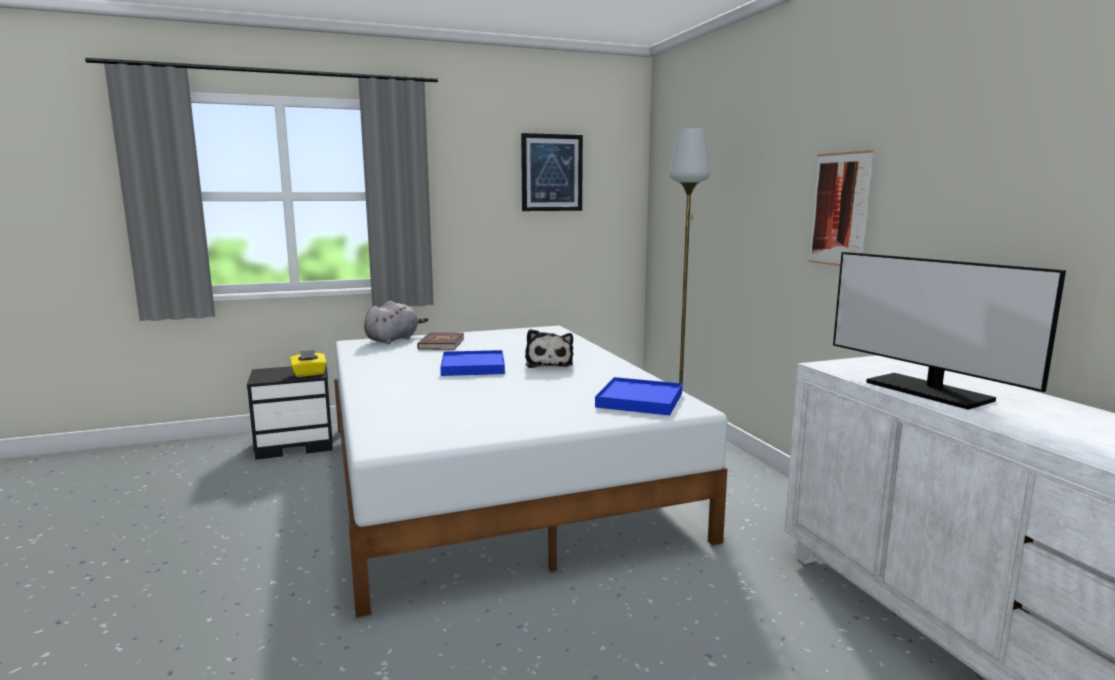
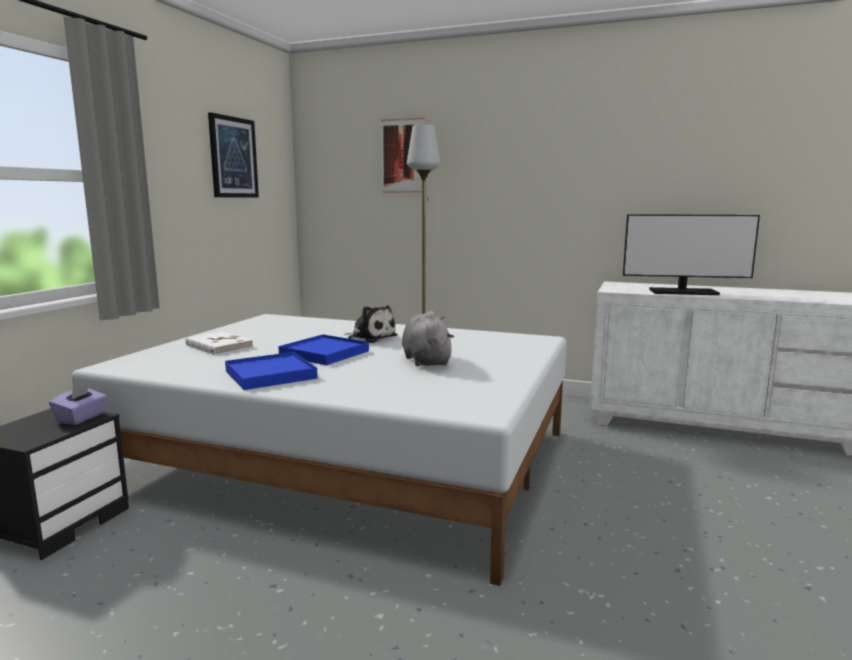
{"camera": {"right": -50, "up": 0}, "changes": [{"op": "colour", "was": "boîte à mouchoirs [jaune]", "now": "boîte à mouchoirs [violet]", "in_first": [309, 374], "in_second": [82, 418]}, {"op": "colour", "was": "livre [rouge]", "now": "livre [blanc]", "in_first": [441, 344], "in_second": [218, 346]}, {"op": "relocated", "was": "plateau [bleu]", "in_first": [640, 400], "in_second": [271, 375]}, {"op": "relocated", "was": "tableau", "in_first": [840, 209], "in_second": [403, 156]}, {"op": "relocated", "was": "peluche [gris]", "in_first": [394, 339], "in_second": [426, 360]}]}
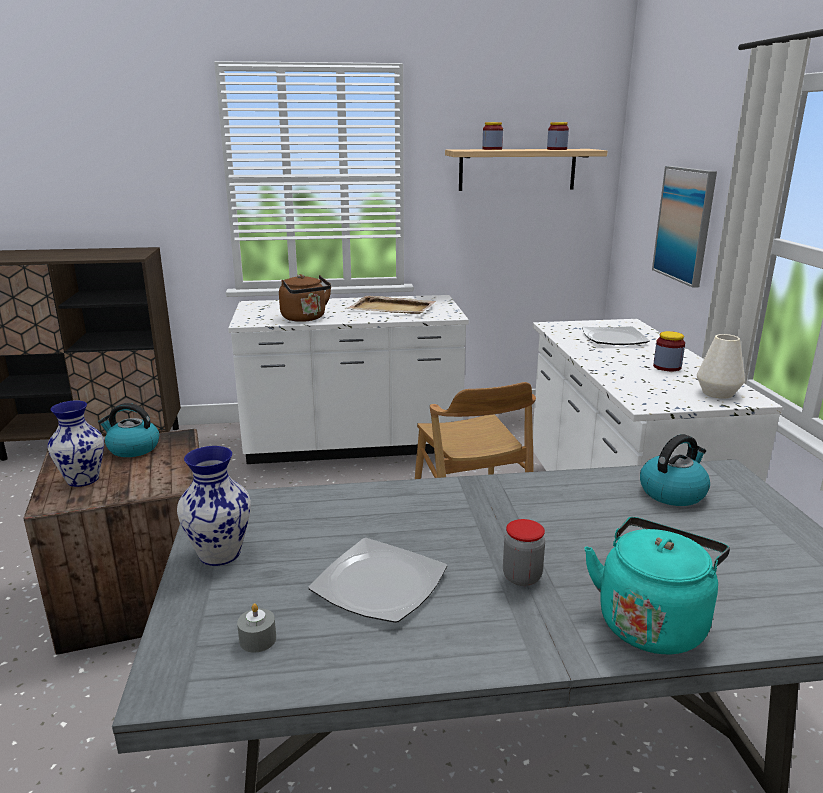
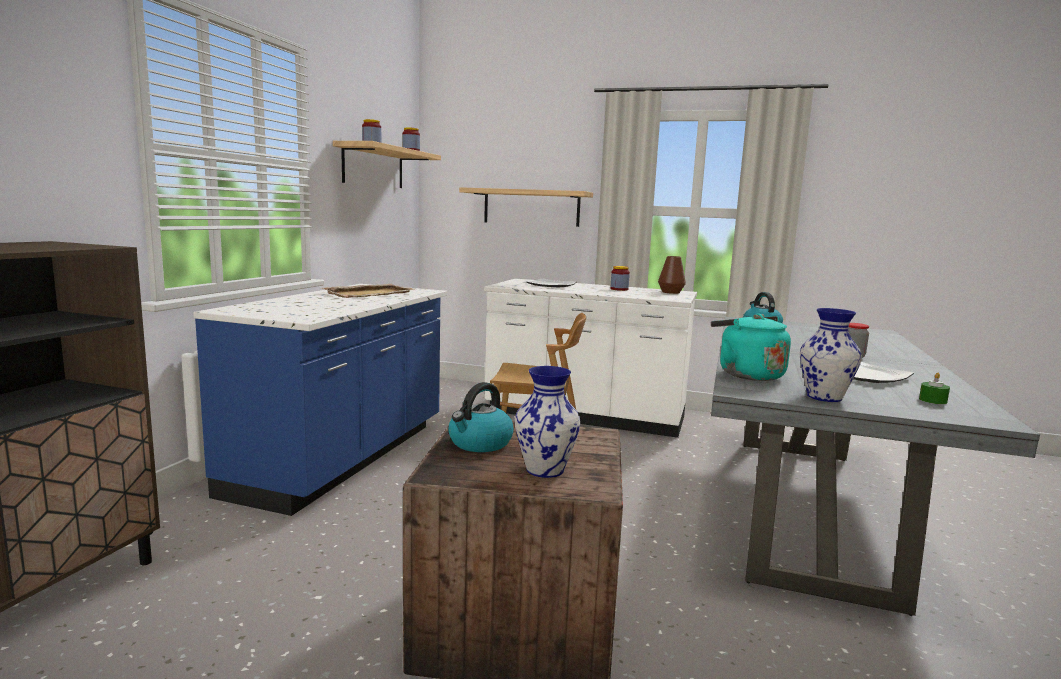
{"camera": {"right": -65, "up": -10}, "changes": [{"op": "colour", "was": "comptoir de cuisine [blanc]", "now": "comptoir de cuisine [bleu]", "in_first": [353, 446], "in_second": [343, 458]}, {"op": "exchanged", "was": "tableau", "now": "étagère", "in_first": [684, 224], "in_second": [531, 207]}, {"op": "colour", "was": "vase [blanc]", "now": "vase [marron]", "in_first": [717, 393], "in_second": [671, 292]}, {"op": "relocated", "was": "bouilloire [turquoise]", "in_first": [652, 622], "in_second": [747, 374]}, {"op": "colour", "was": "bougie [gris]", "now": "bougie [vert]", "in_first": [257, 639], "in_second": [933, 400]}, {"op": "missing", "was": "bouilloire [marron]", "in_first": [305, 318]}]}
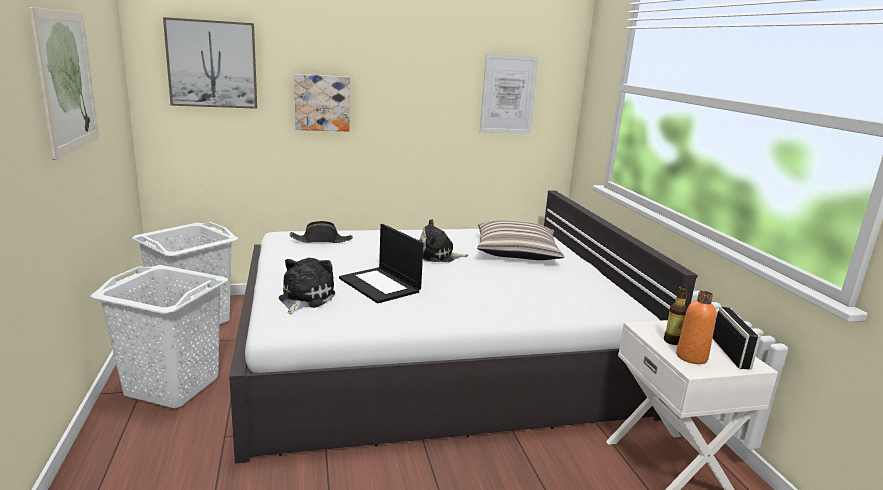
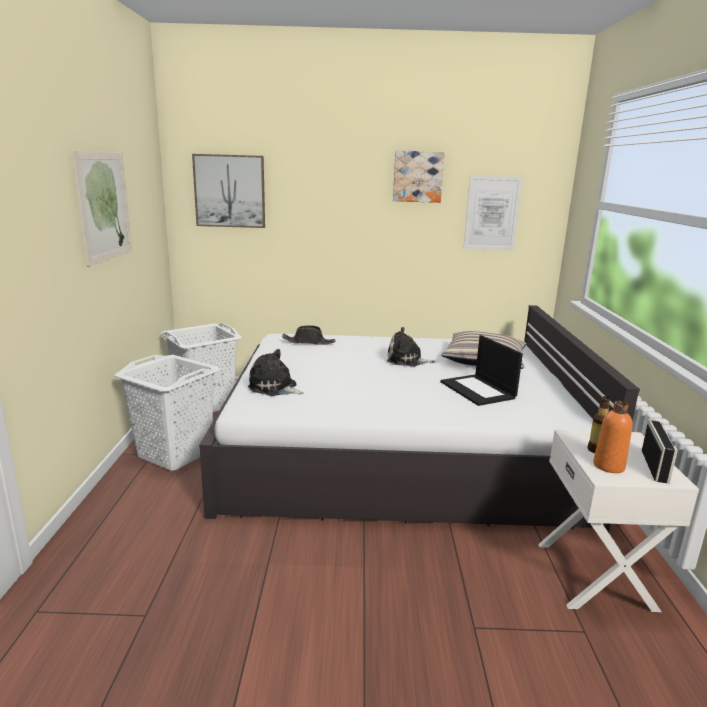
{"camera": {"right": 15, "up": 0}, "changes": [{"op": "spun", "was": "peluche", "in_first": [304, 298], "in_second": [274, 388], "clockwise": -90}, {"op": "relocated", "was": "tableau", "in_first": [322, 103], "in_second": [417, 176]}, {"op": "relocated", "was": "ordinateur portable", "in_first": [380, 285], "in_second": [478, 390]}]}
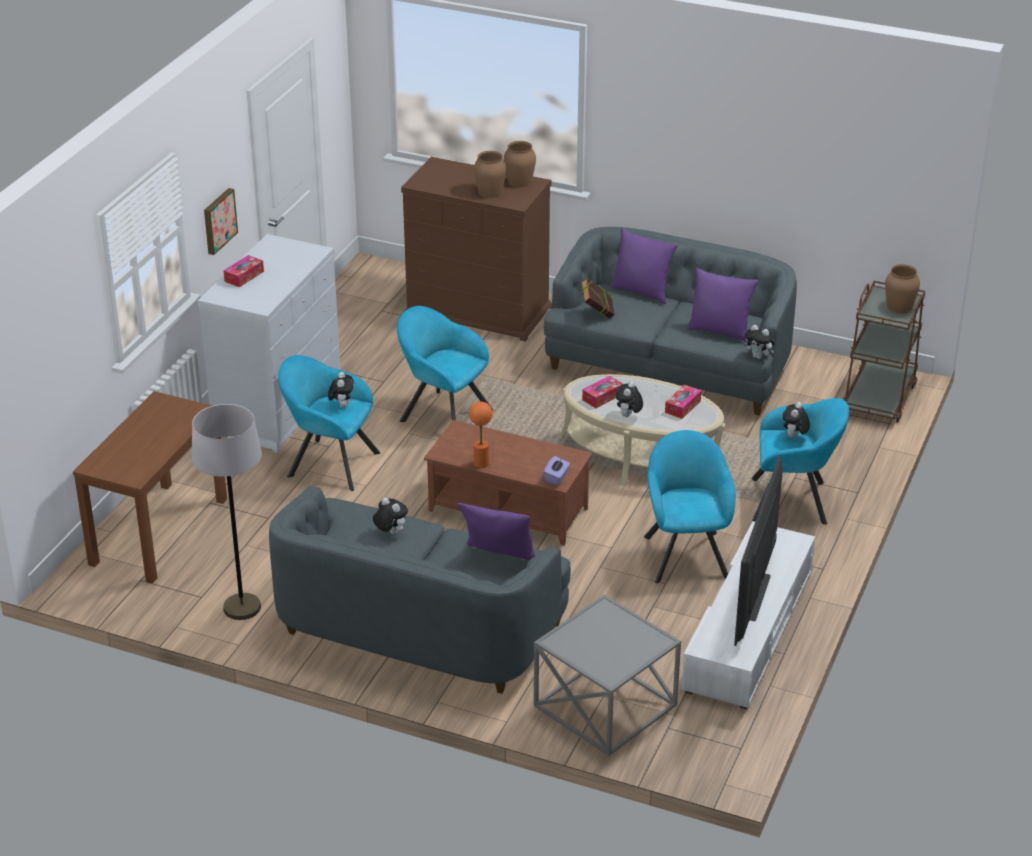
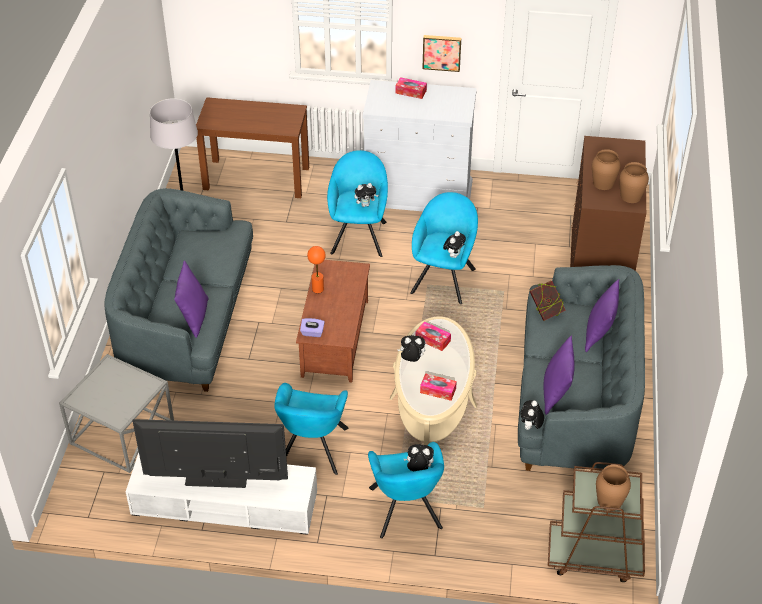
{"camera": {"right": 75, "up": 10}, "changes": [{"op": "spun", "was": "fauteuil [turquoise]", "in_first": [685, 553], "in_second": [312, 450], "clockwise": 120}, {"op": "relocated", "was": "peluche", "in_first": [390, 532], "in_second": [453, 255]}]}
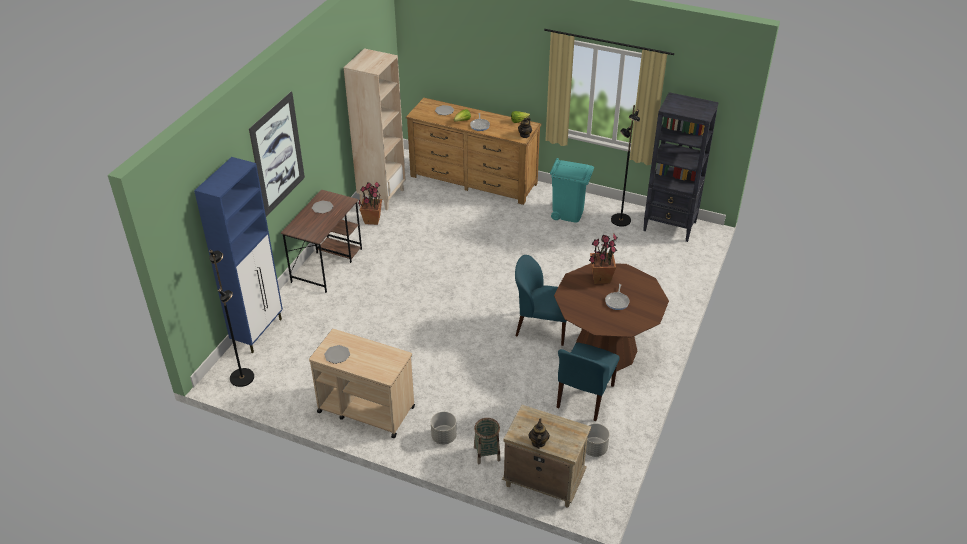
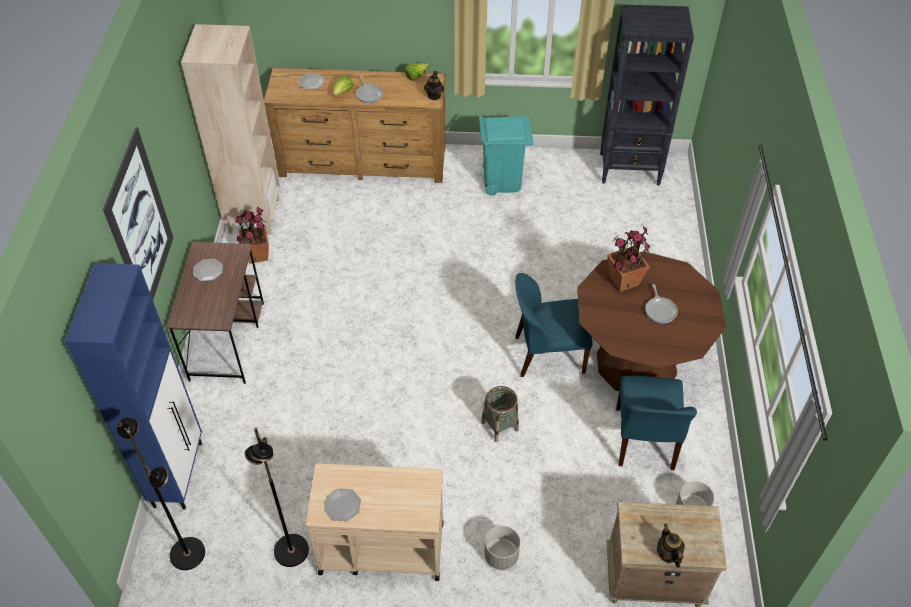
{"camera": {"right": -20, "up": 10}, "changes": [{"op": "relocated", "was": "lampadaire [noir]", "in_first": [620, 220], "in_second": [290, 551]}, {"op": "relocated", "was": "panier", "in_first": [487, 453], "in_second": [499, 426]}]}
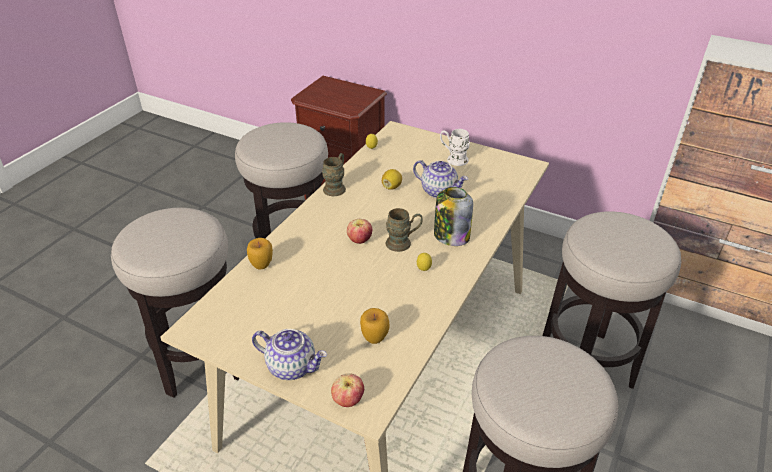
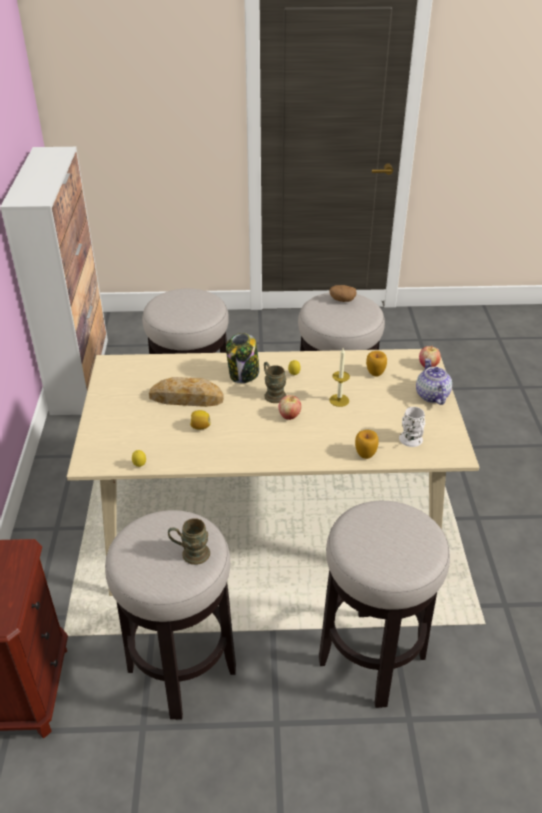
{"camera": {"right": -120, "up": 0}, "changes": [{"op": "exchanged", "was": "théière", "now": "pain", "in_first": [439, 191], "in_second": [186, 398]}, {"op": "relocated", "was": "mug [marron]", "in_first": [336, 187], "in_second": [190, 554]}, {"op": "appeared", "now": "pomme de terre", "in_second": [342, 300]}, {"op": "appeared", "now": "bougie", "in_second": [339, 400]}, {"op": "relocated", "was": "mug [blanc]", "in_first": [453, 159], "in_second": [412, 442]}]}
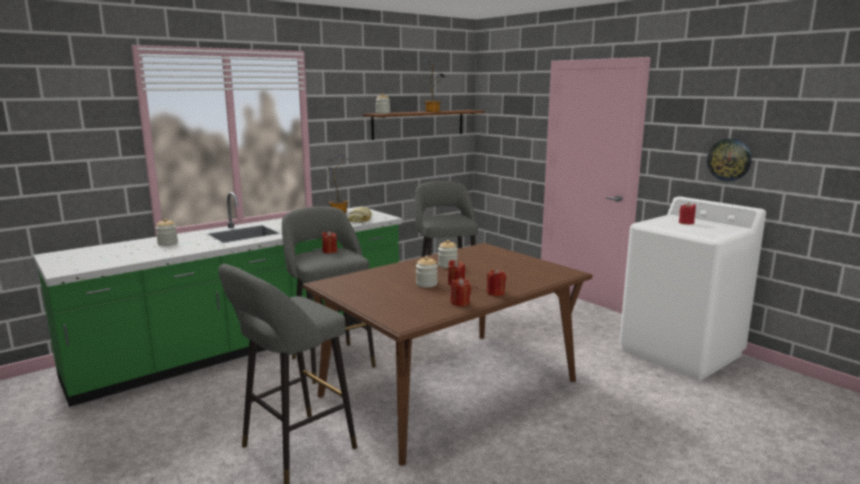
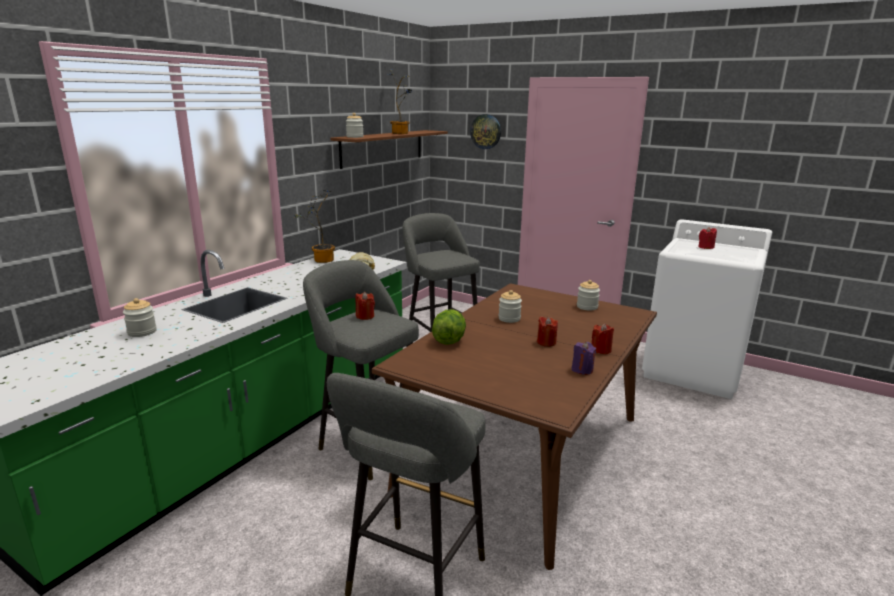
{"camera": {"right": -20, "up": 5}, "changes": [{"op": "appeared", "now": "laitue", "in_second": [449, 340]}, {"op": "relocated", "was": "horloge murale", "in_first": [729, 159], "in_second": [486, 131]}, {"op": "colour", "was": "bougie [rouge]", "now": "bougie [violet]", "in_first": [460, 303], "in_second": [582, 370]}, {"op": "relocated", "was": "bocal", "in_first": [426, 284], "in_second": [587, 307]}]}
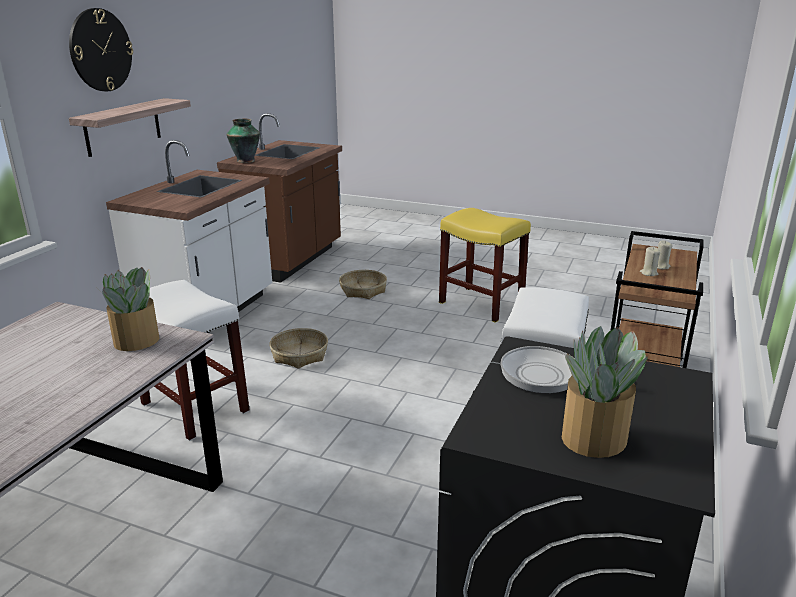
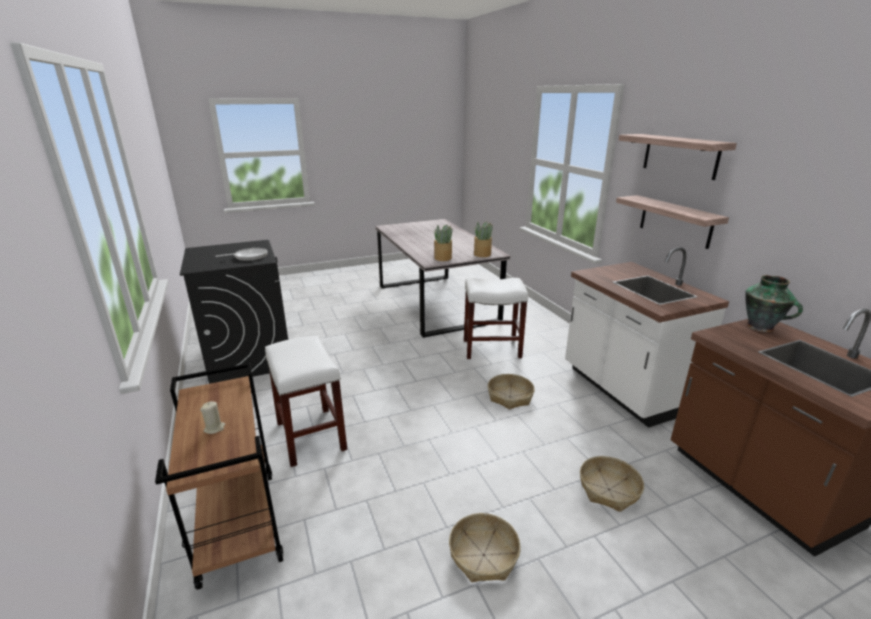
{"camera": {"right": 135, "up": 0}, "changes": [{"op": "exchanged", "was": "tabouret [jaune]", "now": "panier", "in_first": [482, 304], "in_second": [483, 555]}, {"op": "relocated", "was": "plante en pot", "in_first": [592, 438], "in_second": [482, 254]}, {"op": "exchanged", "was": "horloge murale", "now": "étagère", "in_first": [100, 50], "in_second": [680, 155]}, {"op": "missing", "was": "bougie [beige]", "in_first": [648, 273]}]}
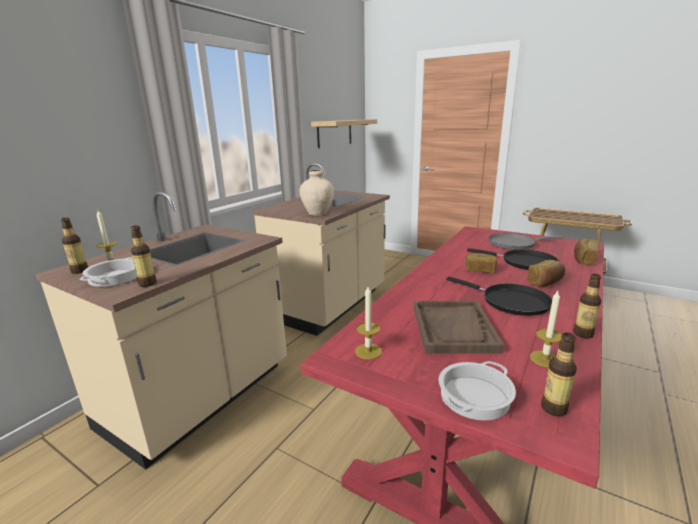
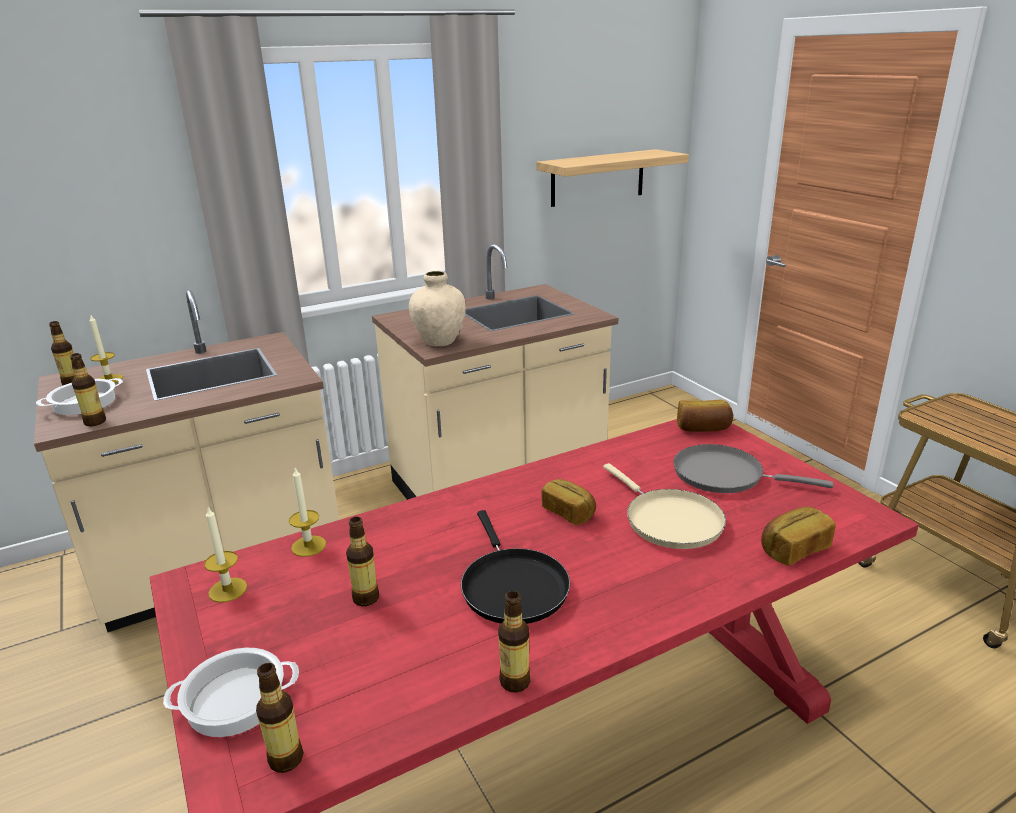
{"camera": {"right": 30, "up": 5}, "changes": [{"op": "relocated", "was": "bougie", "in_first": [545, 359], "in_second": [308, 546]}, {"op": "exchanged", "was": "plateau [marron]", "now": "bouteille", "in_first": [453, 328], "in_second": [365, 598]}, {"op": "colour", "was": "poêle [noir]", "now": "poêle [beige]", "in_first": [524, 262], "in_second": [669, 520]}, {"op": "relocated", "was": "pain", "in_first": [545, 282], "in_second": [703, 428]}]}
